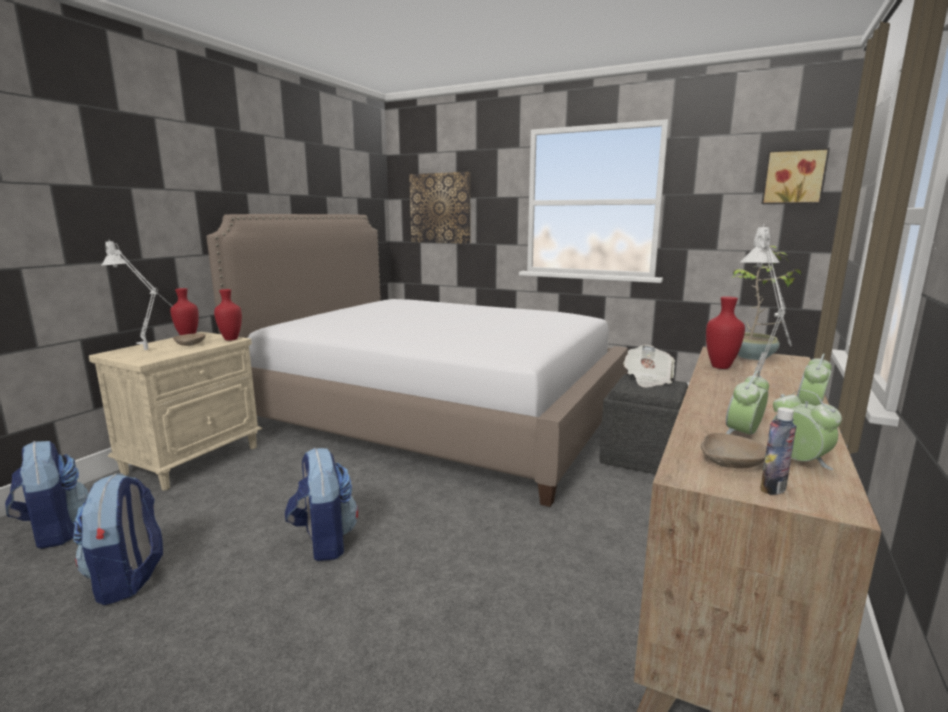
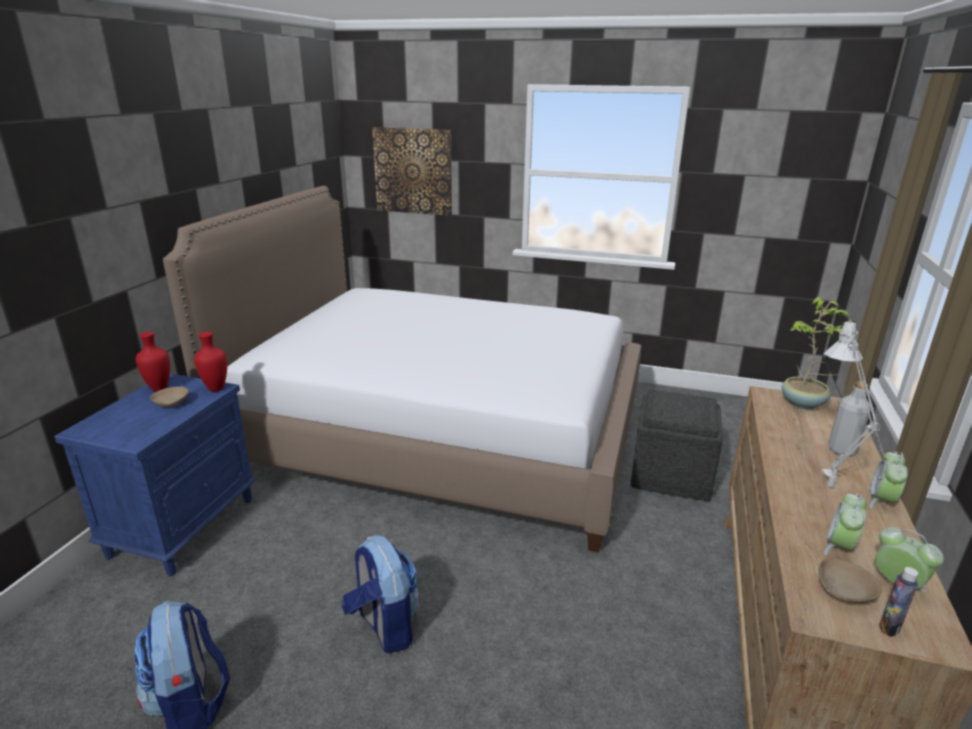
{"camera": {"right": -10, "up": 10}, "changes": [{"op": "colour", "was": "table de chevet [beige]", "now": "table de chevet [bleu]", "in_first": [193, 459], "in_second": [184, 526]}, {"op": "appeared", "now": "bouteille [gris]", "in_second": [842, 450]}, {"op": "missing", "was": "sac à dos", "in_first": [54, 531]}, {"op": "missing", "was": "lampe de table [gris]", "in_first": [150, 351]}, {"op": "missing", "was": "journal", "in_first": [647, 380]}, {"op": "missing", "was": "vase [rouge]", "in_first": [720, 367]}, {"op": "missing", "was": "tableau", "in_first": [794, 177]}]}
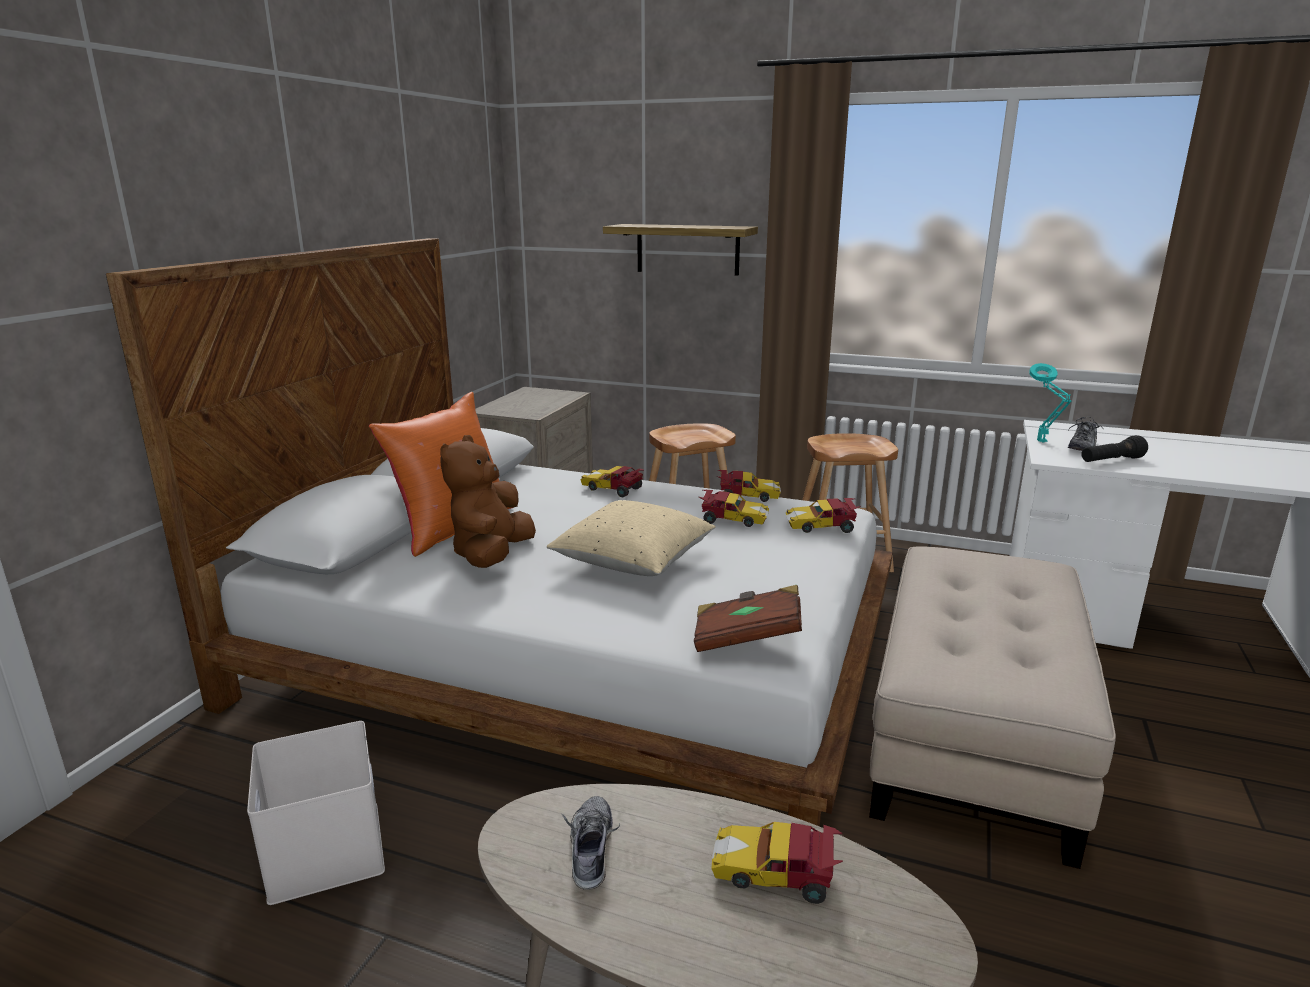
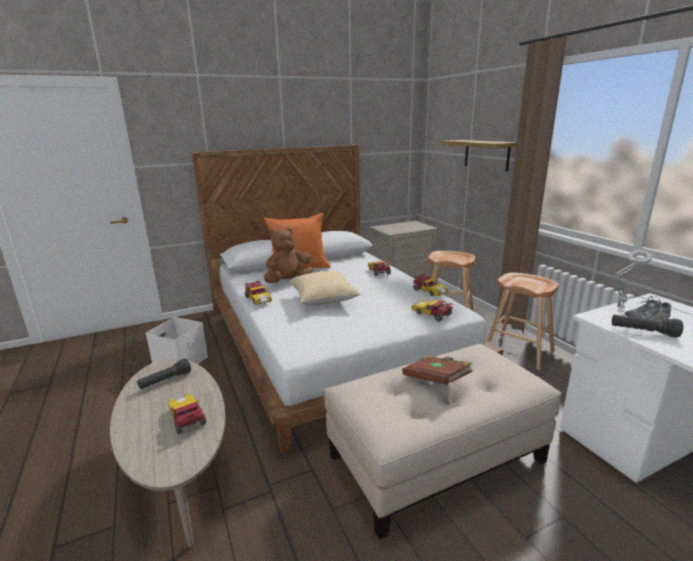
{"camera": {"right": 45, "up": 0}, "changes": [{"op": "exchanged", "was": "chaussure", "now": "lampe de poche [noir]", "in_first": [591, 849], "in_second": [165, 381]}, {"op": "relocated", "was": "petite voiture", "in_first": [732, 519], "in_second": [258, 299]}, {"op": "relocated", "was": "livre [marron]", "in_first": [747, 638], "in_second": [436, 380]}, {"op": "colour", "was": "lampe de table [turquoise]", "now": "lampe de table [gris]", "in_first": [1042, 442], "in_second": [620, 308]}]}
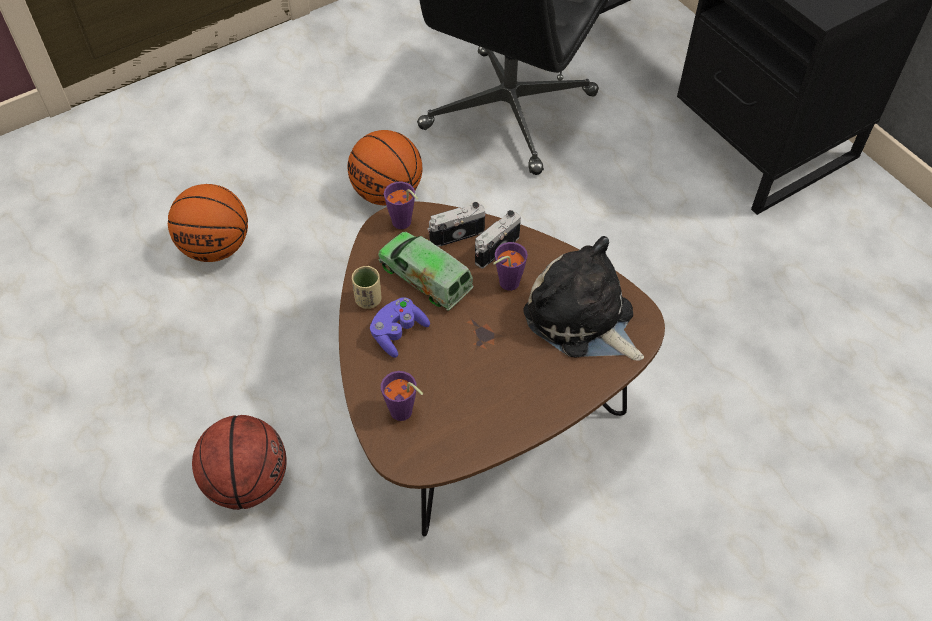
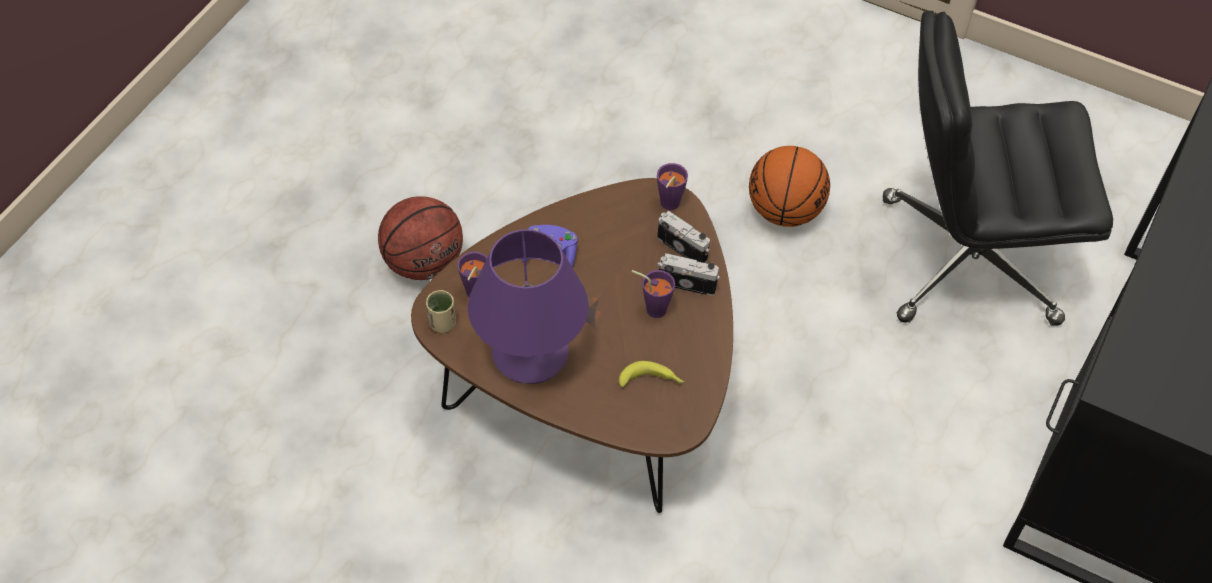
{"camera": {"right": 60, "up": 0}, "changes": [{"op": "relocated", "was": "tasse [beige]", "in_first": [368, 300], "in_second": [442, 323]}, {"op": "appeared", "now": "lampe de table [violet]", "in_second": [530, 354]}, {"op": "exchanged", "was": "peluche", "now": "banane", "in_first": [582, 319], "in_second": [651, 381]}, {"op": "missing", "was": "ballon de basket", "in_first": [216, 247]}, {"op": "missing", "was": "camion jouet", "in_first": [425, 278]}]}
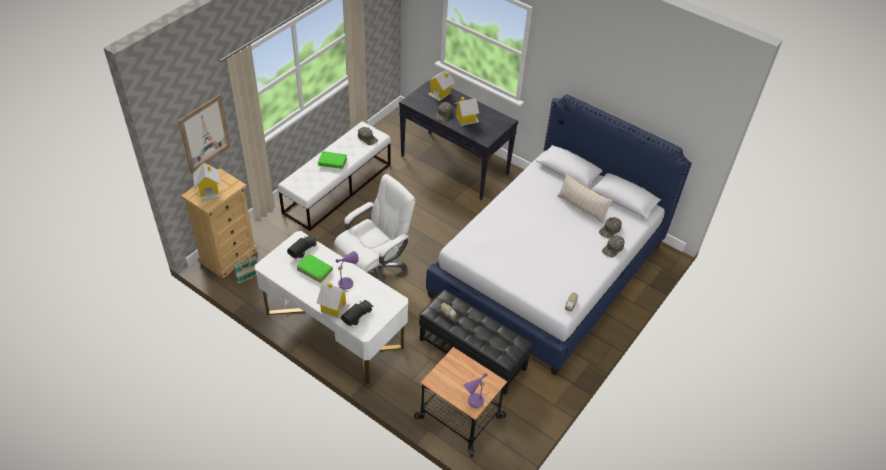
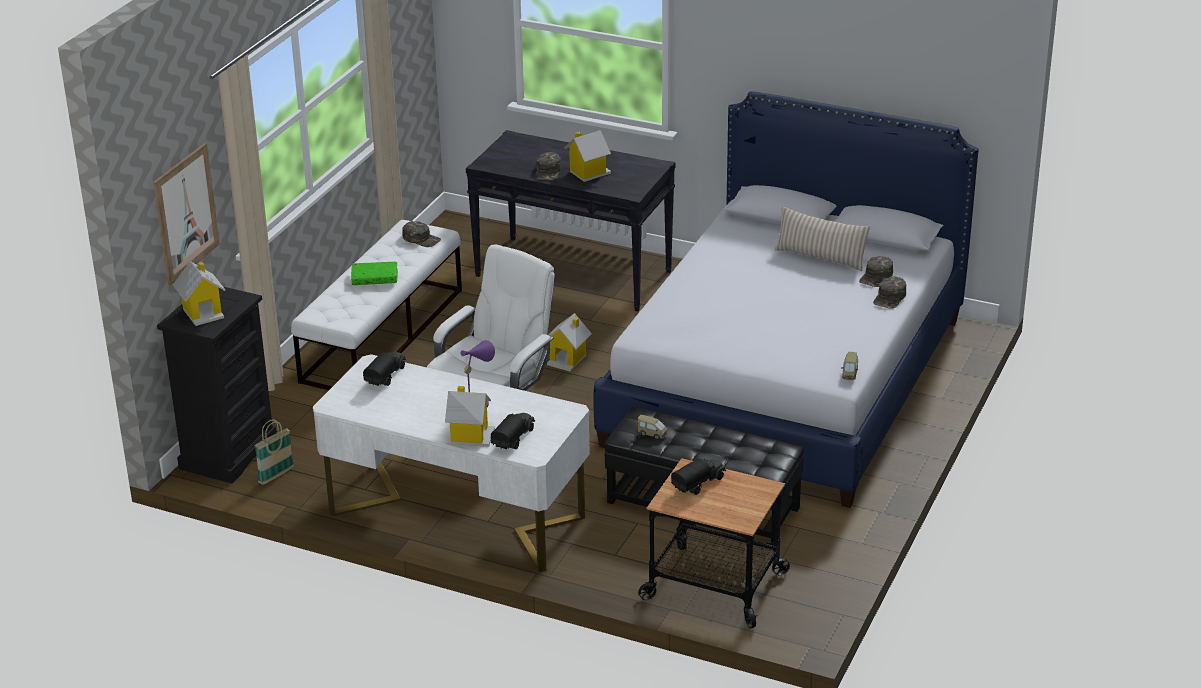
{"camera": {"right": -10, "up": -15}, "changes": [{"op": "colour", "was": "commode [beige]", "now": "commode [noir]", "in_first": [228, 256], "in_second": [228, 453]}, {"op": "relocated", "was": "maison miniature", "in_first": [440, 93], "in_second": [568, 359]}, {"op": "appeared", "now": "camion jouet", "in_second": [699, 484]}, {"op": "missing", "was": "livre [vert]", "in_first": [315, 270]}, {"op": "missing", "was": "lampe de table [violet]", "in_first": [474, 402]}]}
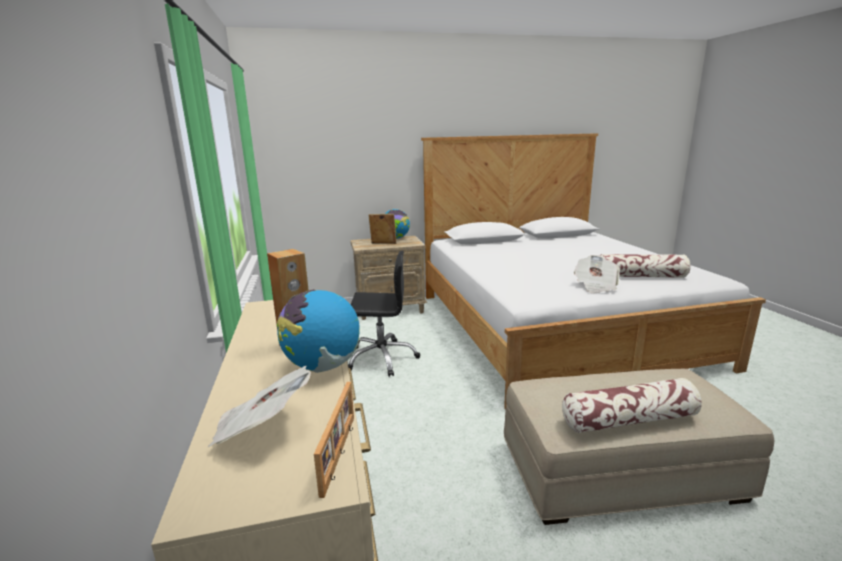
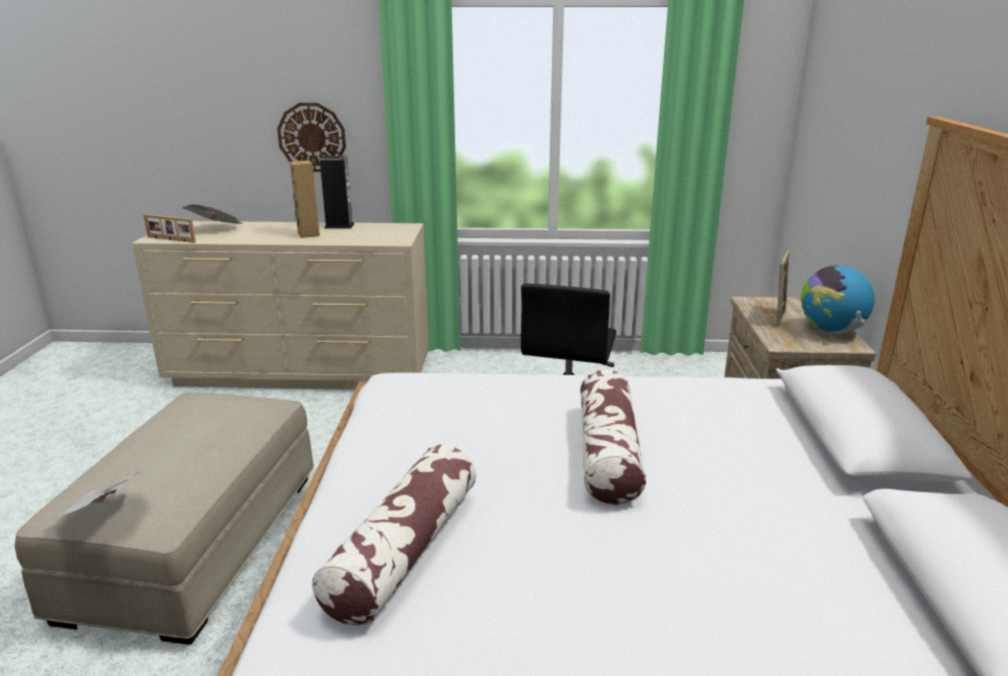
{"camera": {"right": 105, "up": 5}, "changes": [{"op": "relocated", "was": "journal", "in_first": [595, 286], "in_second": [102, 515]}, {"op": "appeared", "now": "horloge murale", "in_second": [312, 137]}, {"op": "appeared", "now": "enceinte", "in_second": [339, 226]}, {"op": "relocated", "was": "coussin", "in_first": [629, 420], "in_second": [608, 453]}, {"op": "missing", "was": "globe", "in_first": [322, 366]}]}
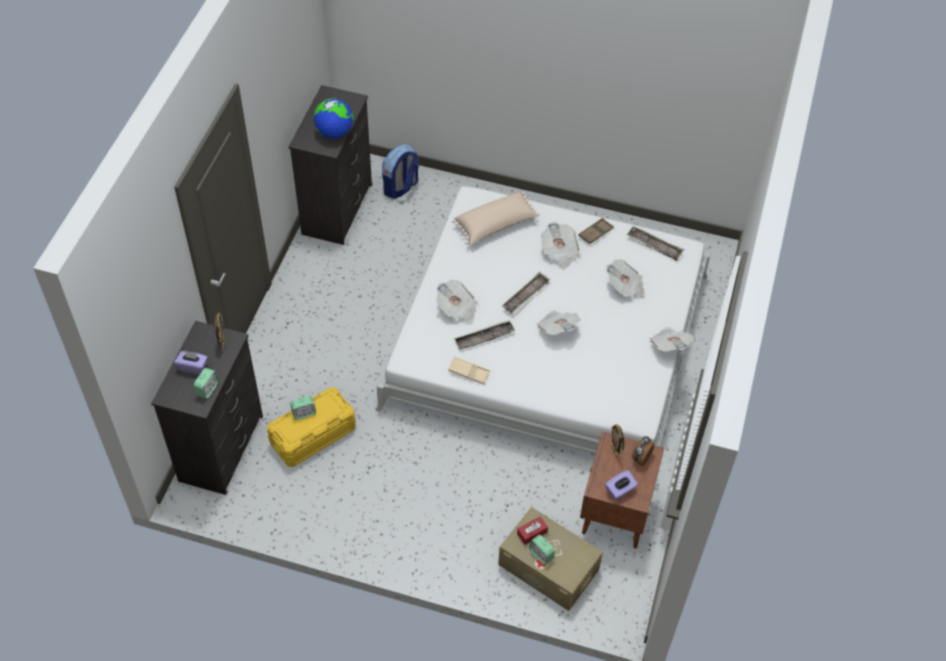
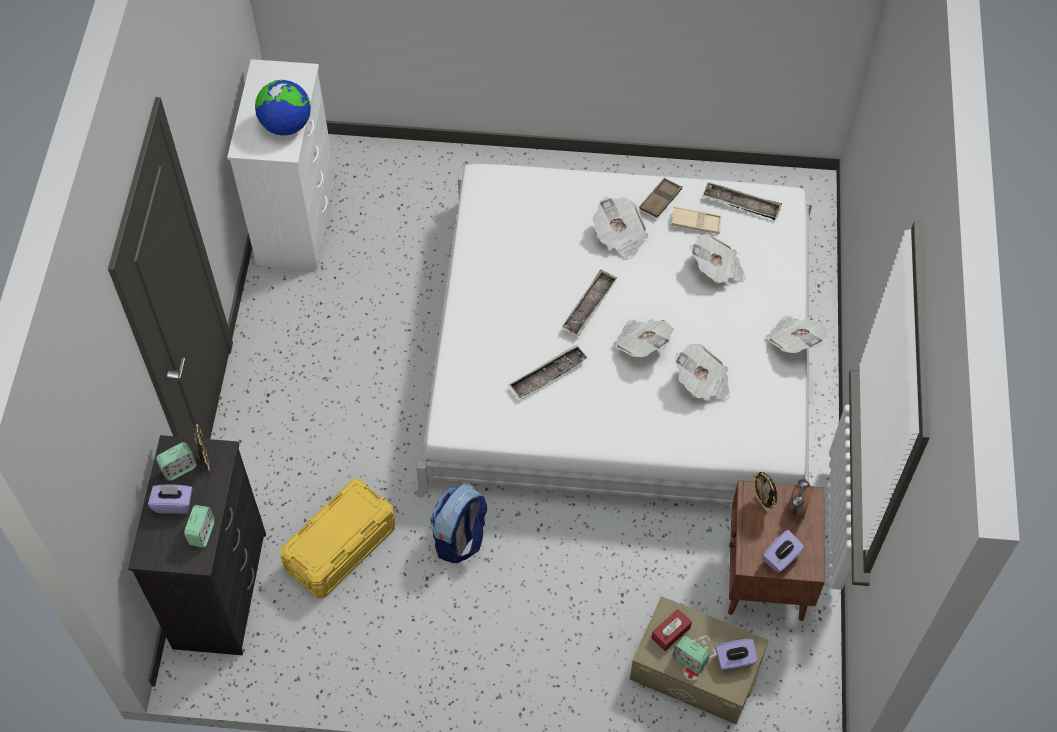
{"camera": {"right": -10, "up": 5}, "changes": [{"op": "relocated", "was": "réveil", "in_first": [303, 413], "in_second": [179, 468]}, {"op": "colour", "was": "commode [noir]", "now": "commode [blanc]", "in_first": [338, 209], "in_second": [297, 219]}, {"op": "relocated", "was": "sac à dos", "in_first": [400, 187], "in_second": [460, 539]}, {"op": "relocated", "was": "plateau [beige]", "in_first": [469, 372], "in_second": [695, 223]}, {"op": "relocated", "was": "journal", "in_first": [457, 309], "in_second": [702, 382]}, {"op": "appeared", "now": "boîte à mouchoirs [violet]", "in_second": [735, 660]}, {"op": "missing", "was": "coussin [beige]", "in_first": [496, 225]}]}
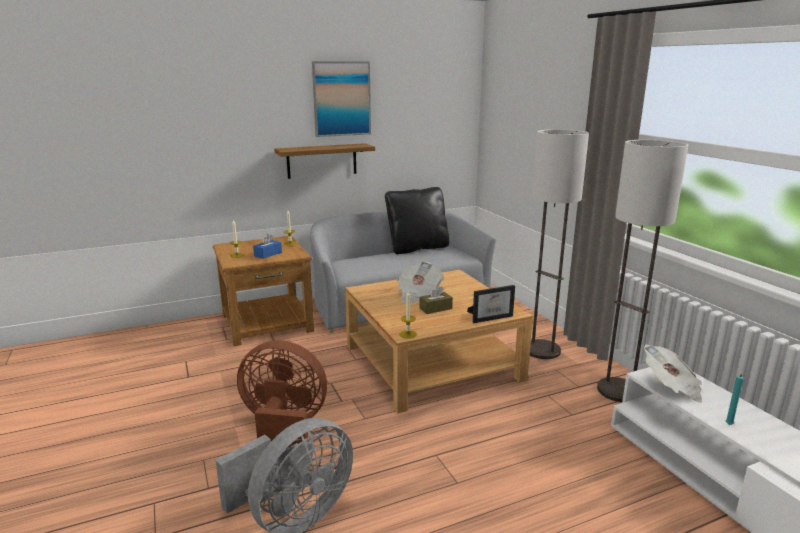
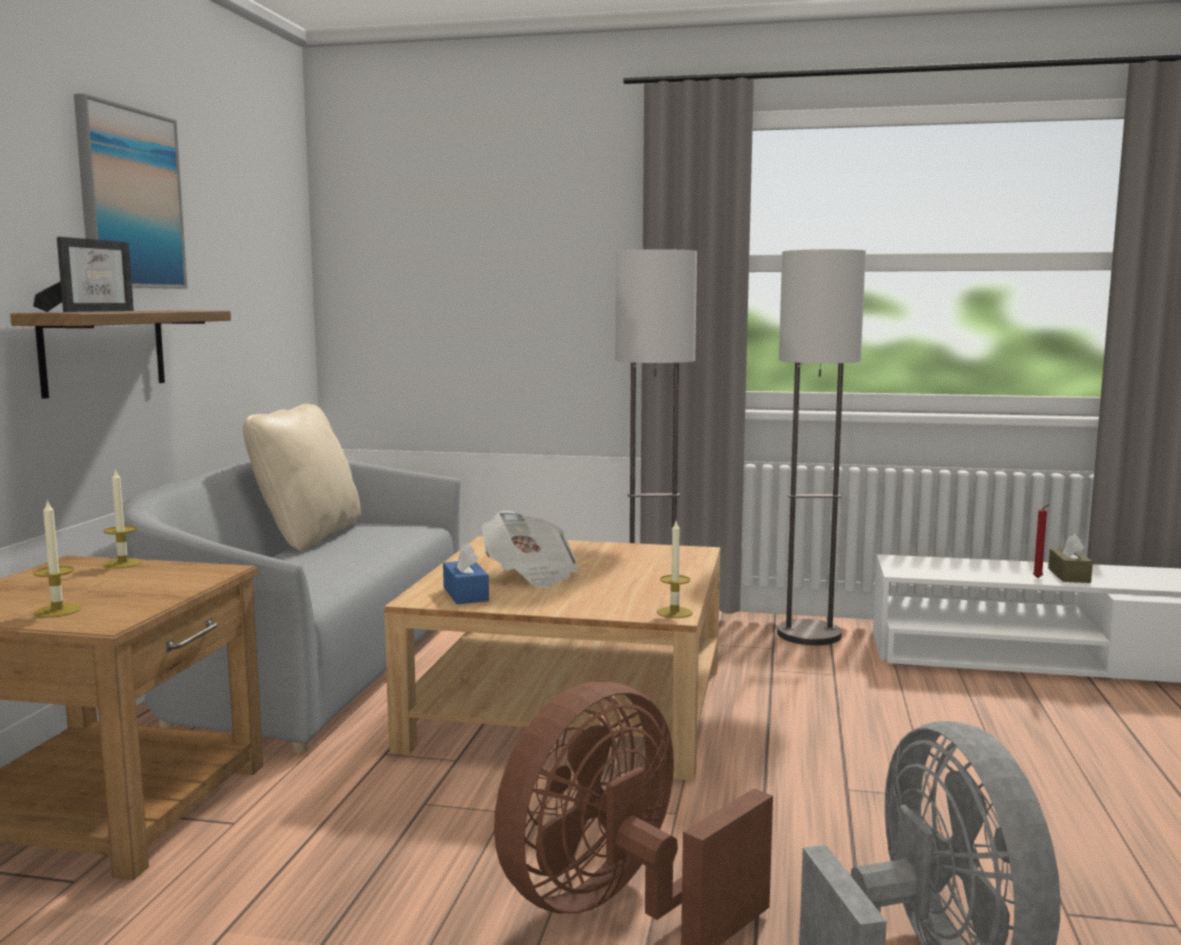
{"camera": {"right": -55, "up": -10}, "changes": [{"op": "relocated", "was": "cadre photo", "in_first": [491, 317], "in_second": [92, 311]}, {"op": "colour", "was": "coussin [noir]", "now": "coussin [beige]", "in_first": [417, 248], "in_second": [308, 536]}, {"op": "relocated", "was": "boîte à mouchoirs [bleu]", "in_first": [268, 254], "in_second": [465, 594]}, {"op": "colour", "was": "bougie [turquoise]", "now": "bougie [rouge]", "in_first": [728, 425], "in_second": [1038, 578]}, {"op": "relocated", "was": "boîte à mouchoirs [marron]", "in_first": [435, 308], "in_second": [1069, 575]}, {"op": "missing", "was": "journal", "in_first": [671, 387]}]}
